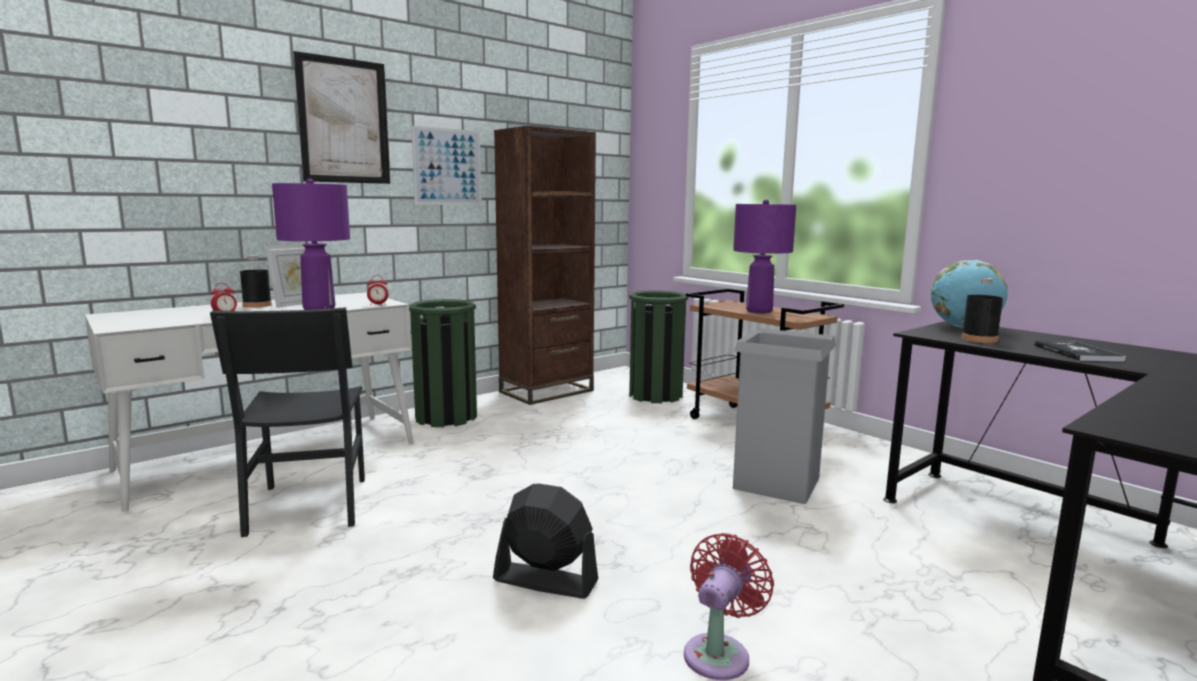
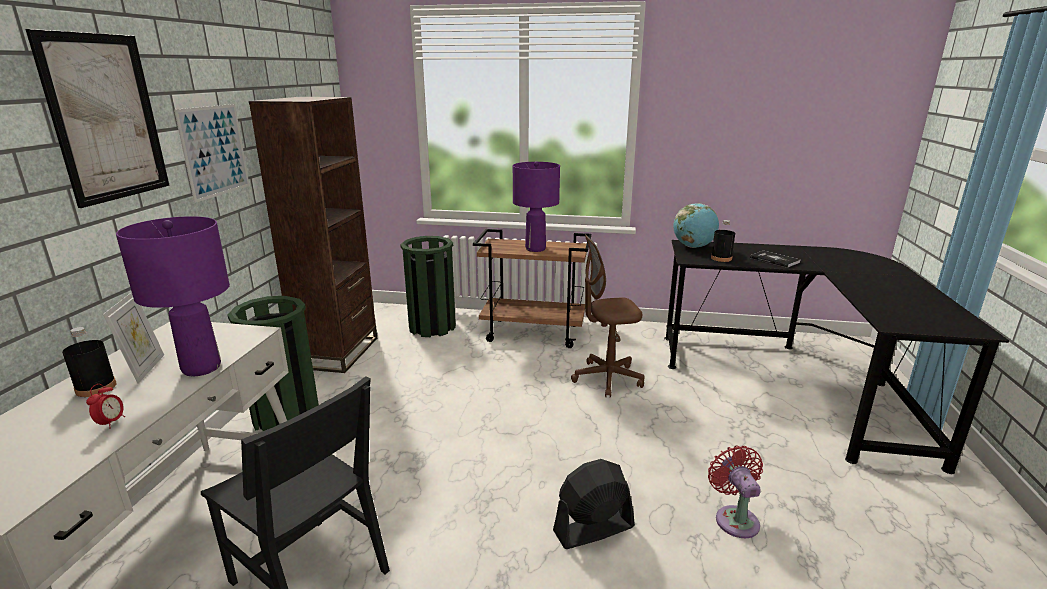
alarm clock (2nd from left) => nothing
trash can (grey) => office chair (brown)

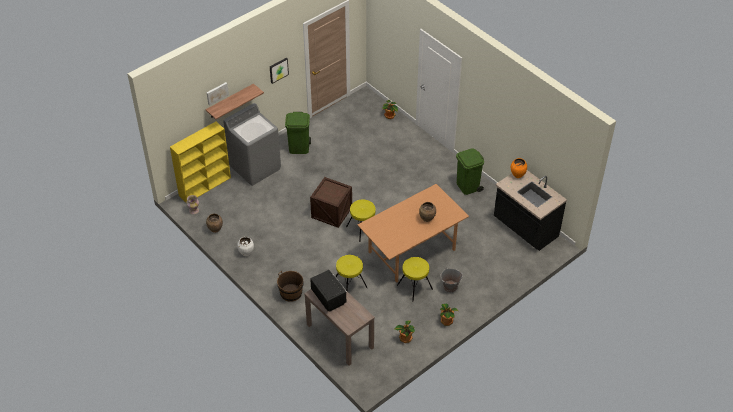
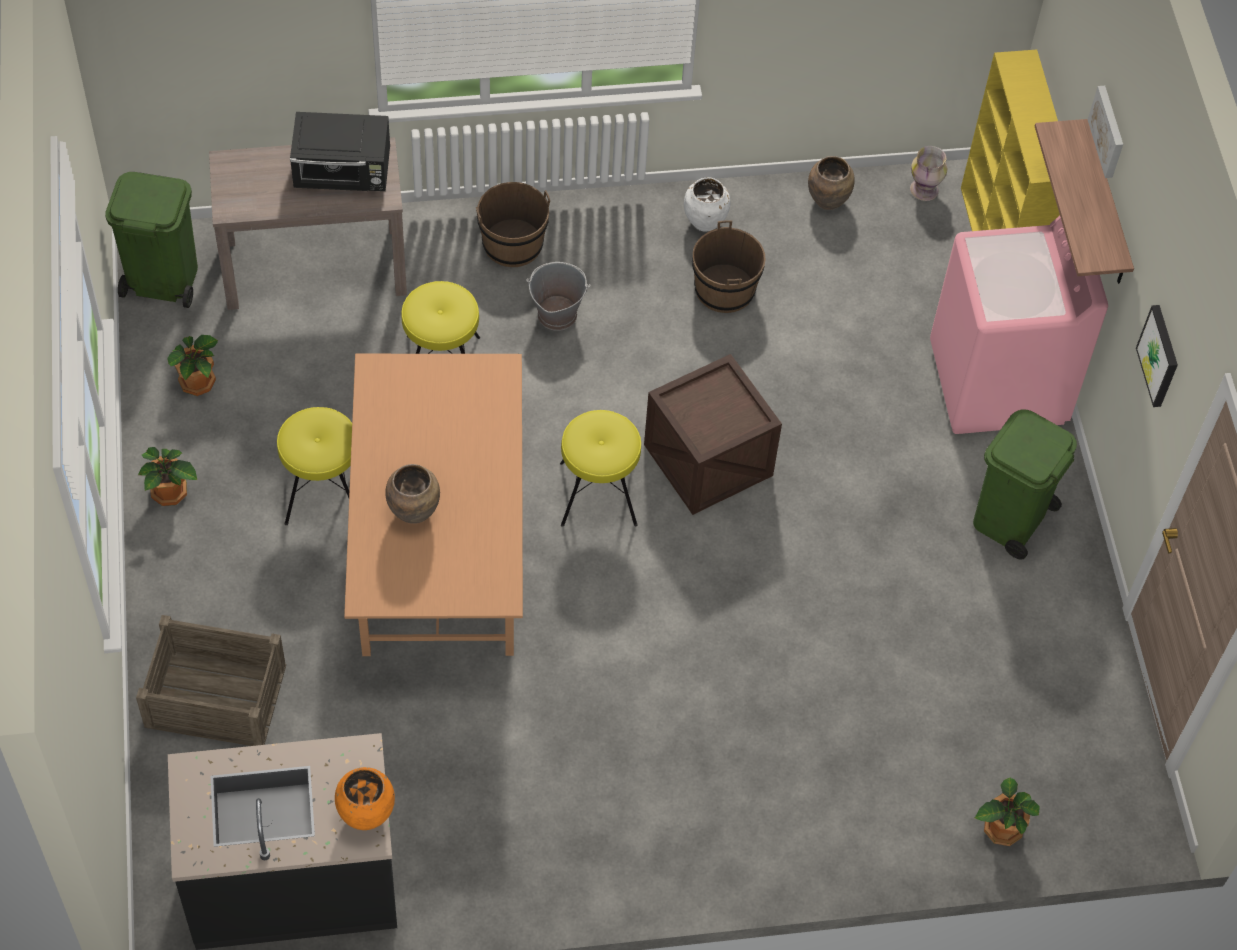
washing machine (grey) => washing machine (pink)
trash can (green) (2nd from left in the first image) => trash can (green) (1st from left), moved
bucket (grey), moved
nothing => bucket (brown) (2nd from left)
nothing => crate (1st from left)

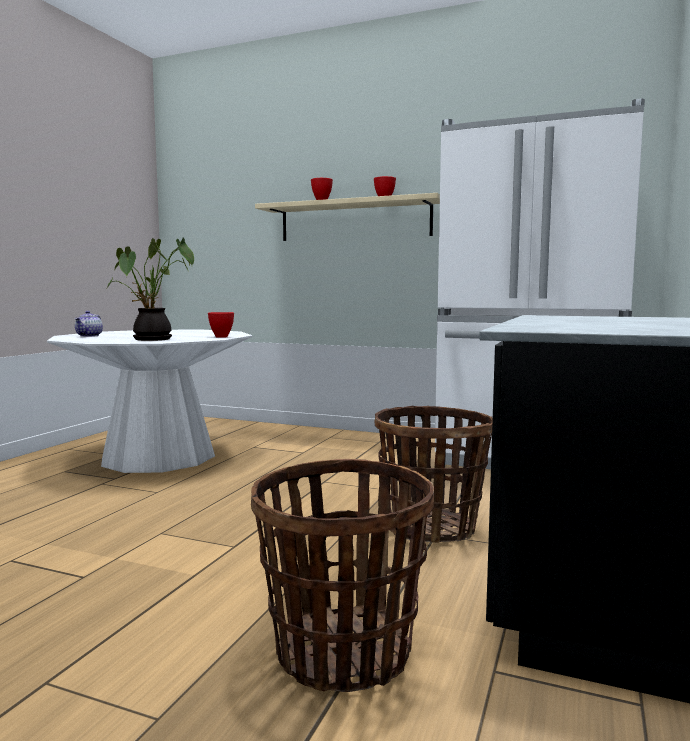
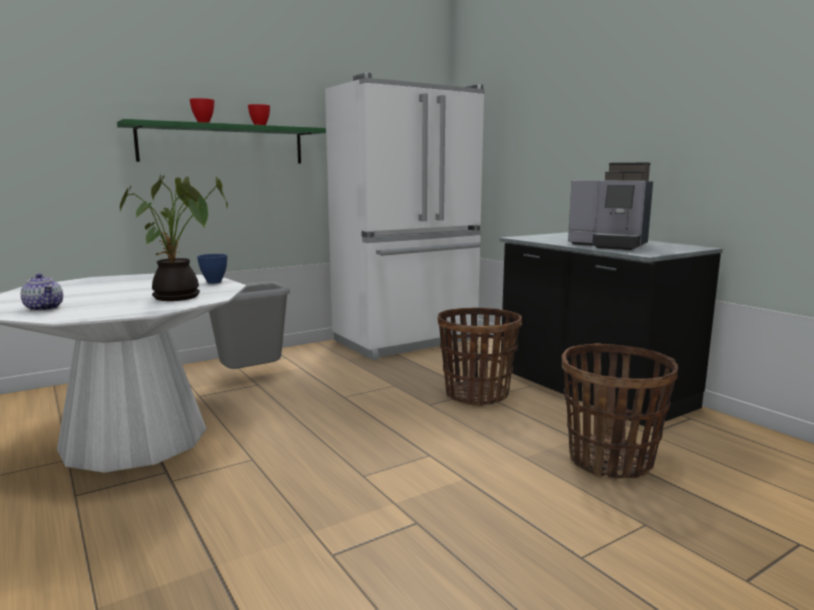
shelf (beige) => shelf (green)
bowl (red) (1st from left) => bowl (blue)
nothing => coffee machine
nothing => trash can (grey)

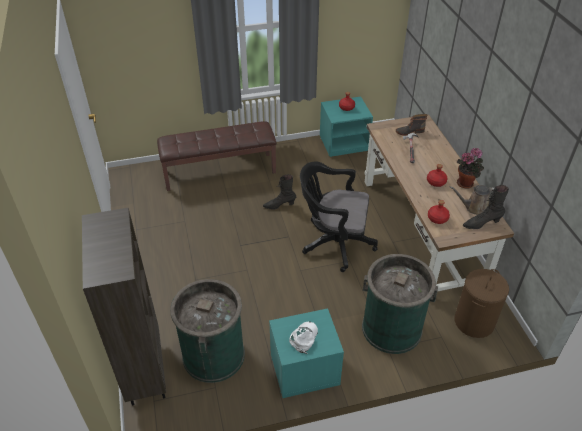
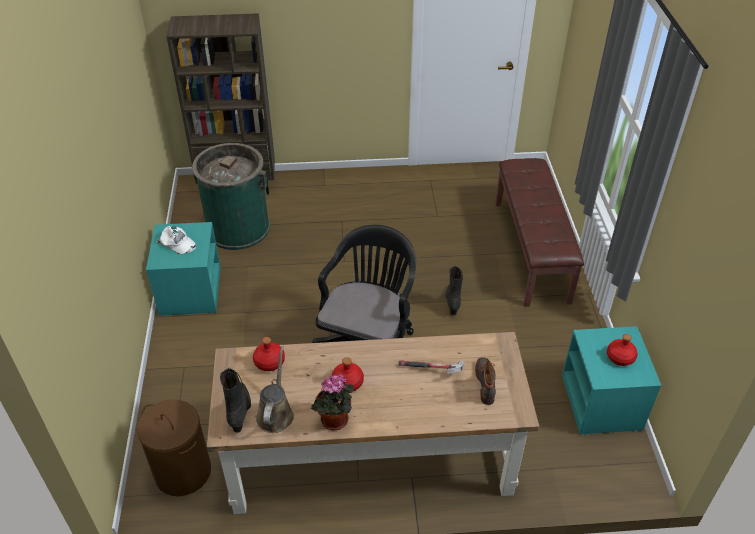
trash can (green) (2nd from left) => nothing

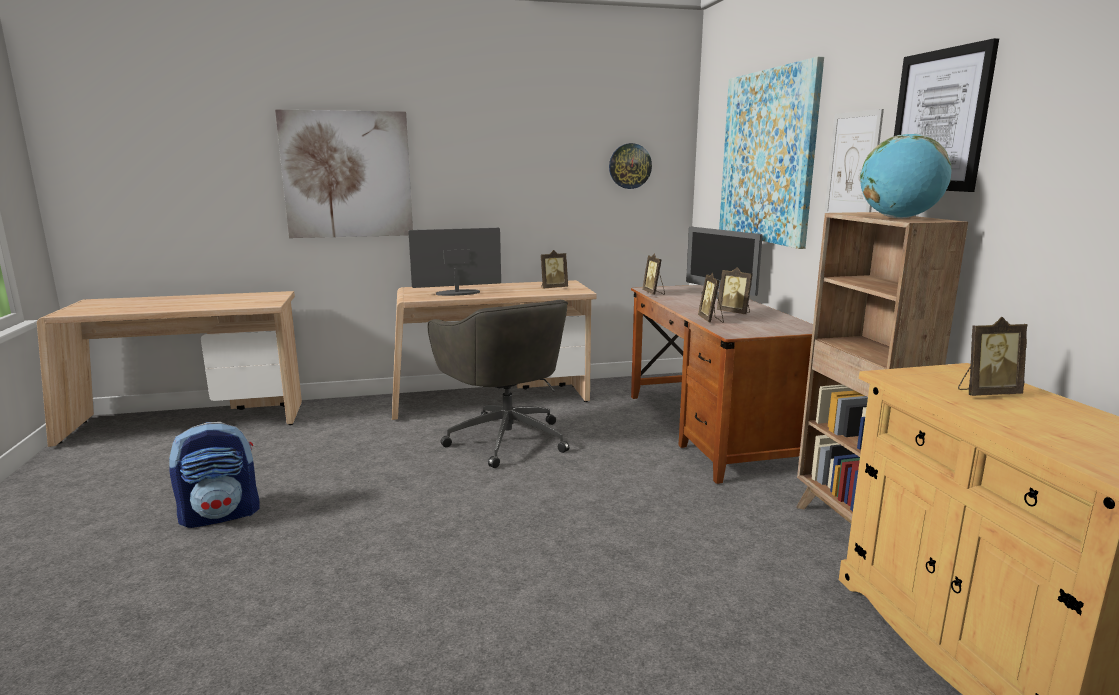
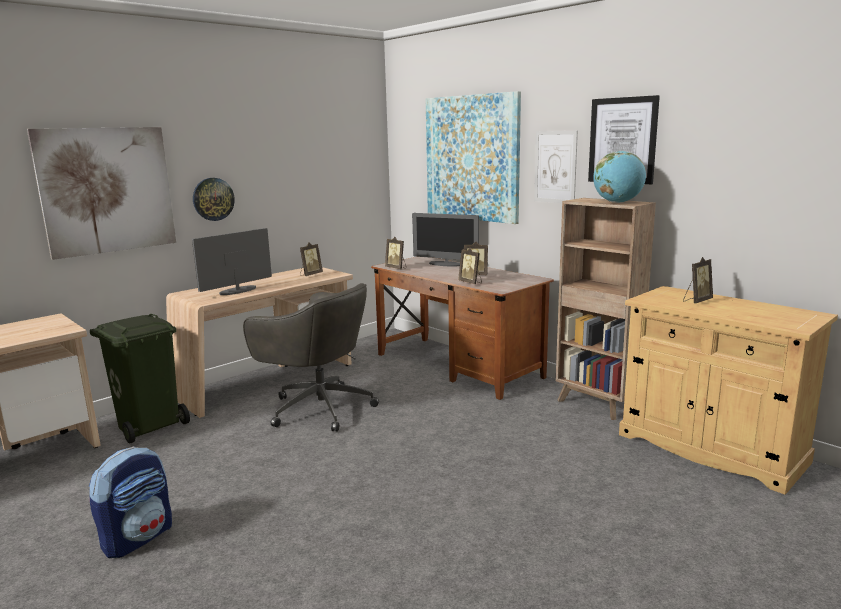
wall clock, moved
nothing => trash can (green)

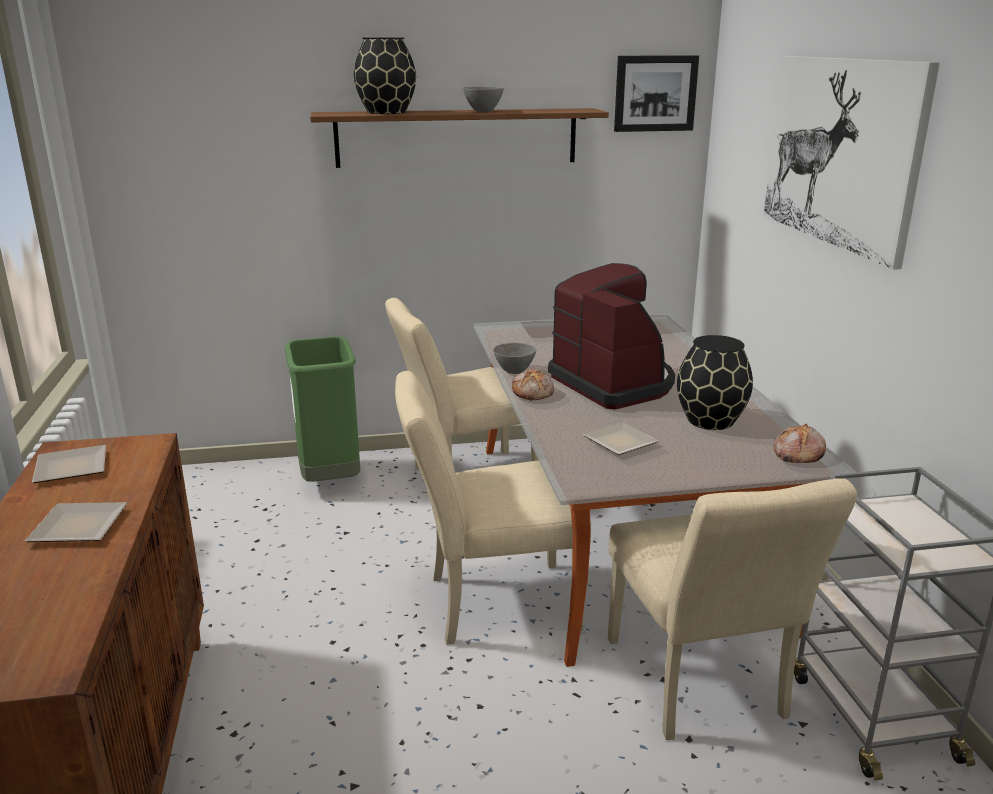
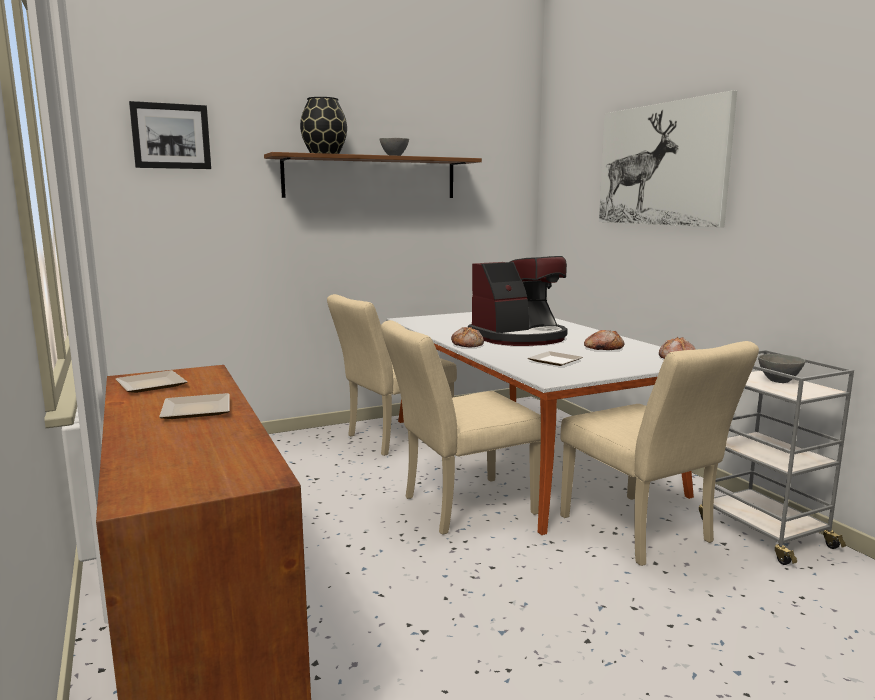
picture (1st from left), moved
coffee machine, 105 degrees clockwise
vase (black) (2nd from left) => bread (2nd from left)
trash can (green) => nothing
bowl (grey) (2nd from left), moved

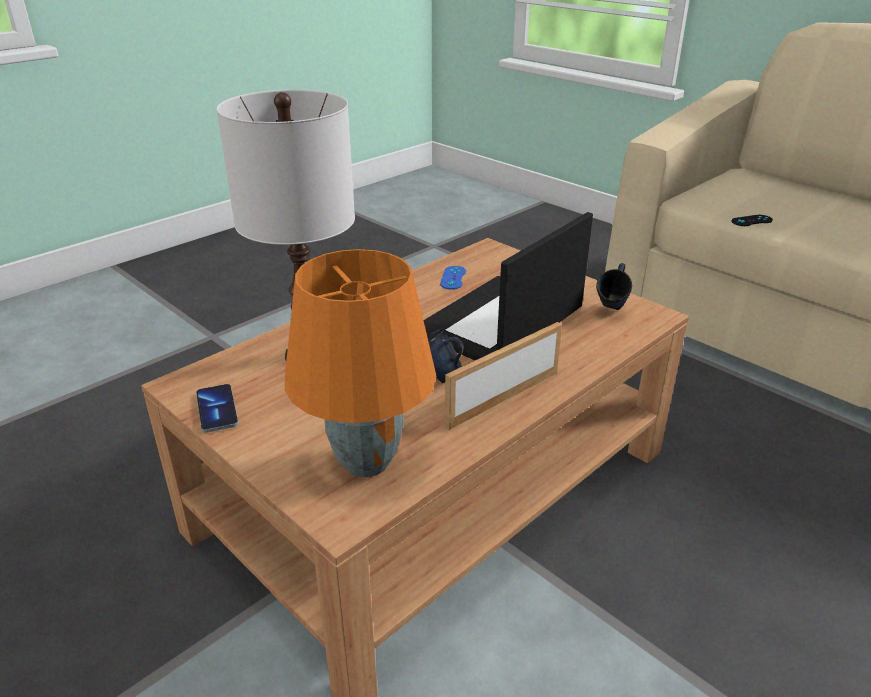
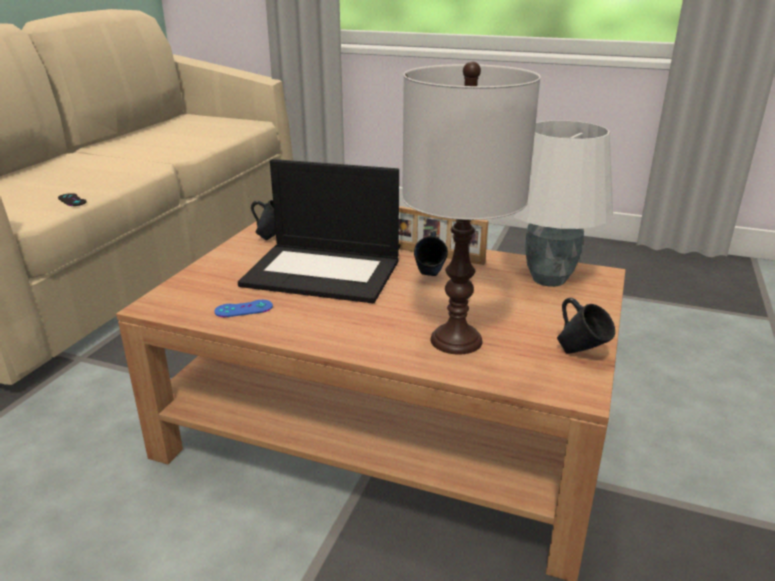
table lamp (orange) => table lamp (white) (2nd from left)
phone => mug (blue) (3rd from left)

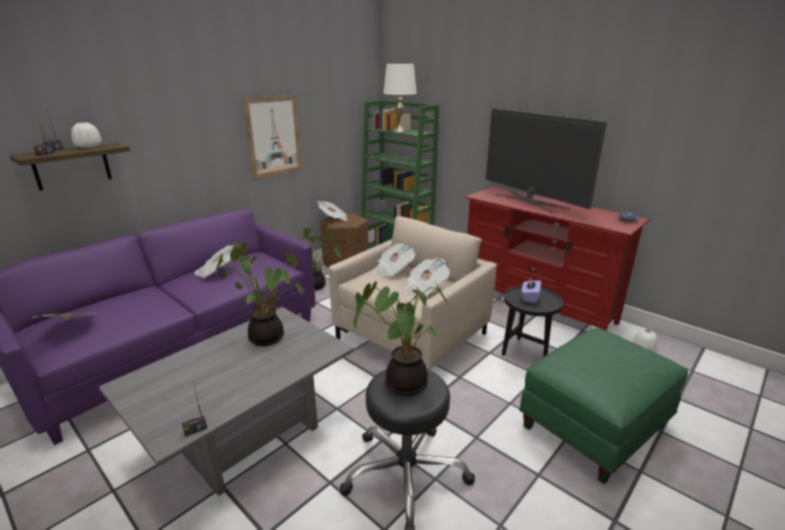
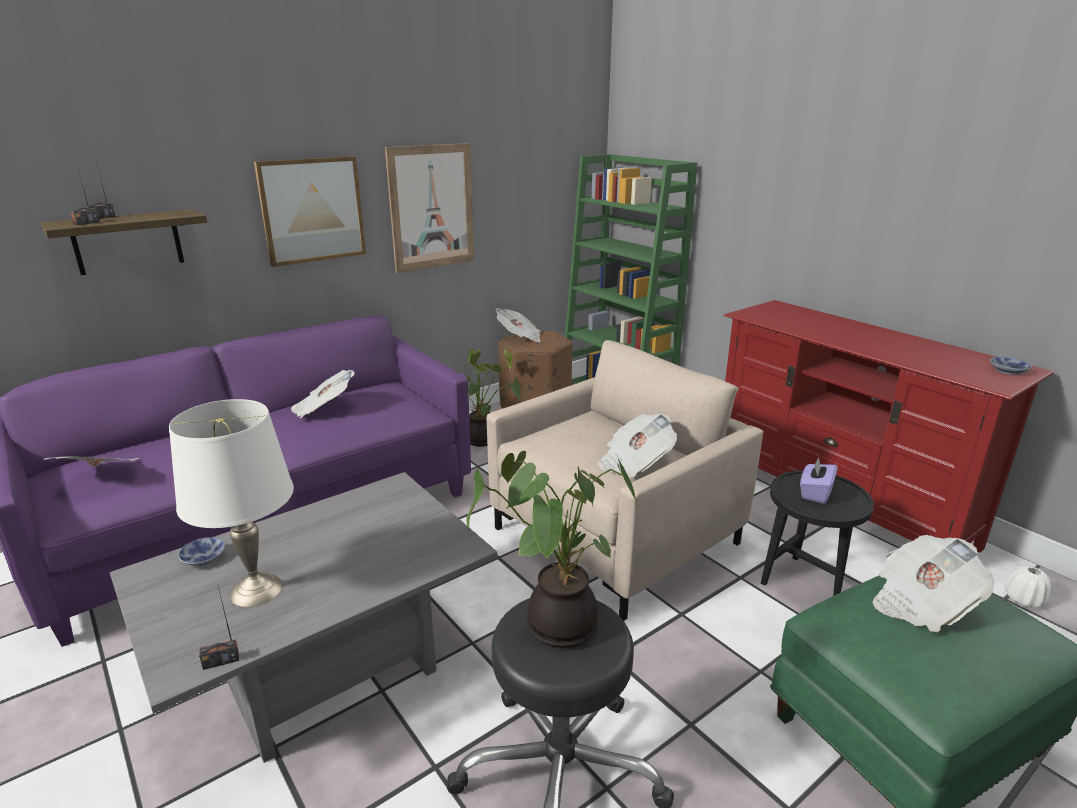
table lamp (white), moved
television => nothing
vase (white) (1st from left) => nothing
potted plant (1st from left) => nothing
newspaper (4th from left in the first image) => newspaper (5th from left), moved
nothing => picture (1st from left)
nothing => bowl (1st from left)

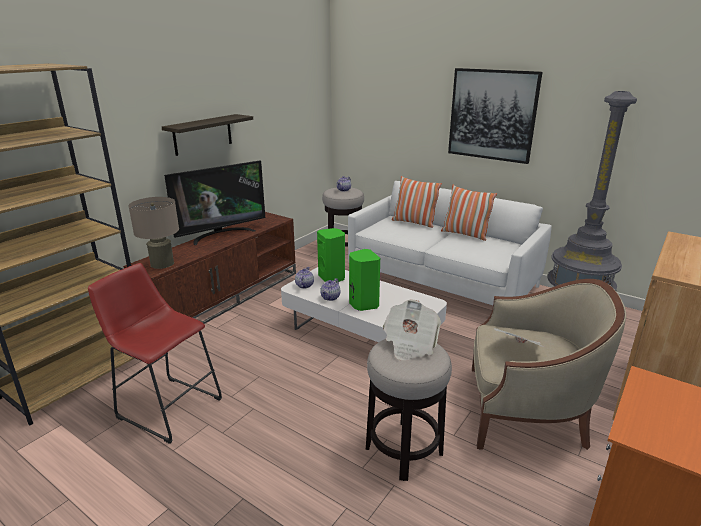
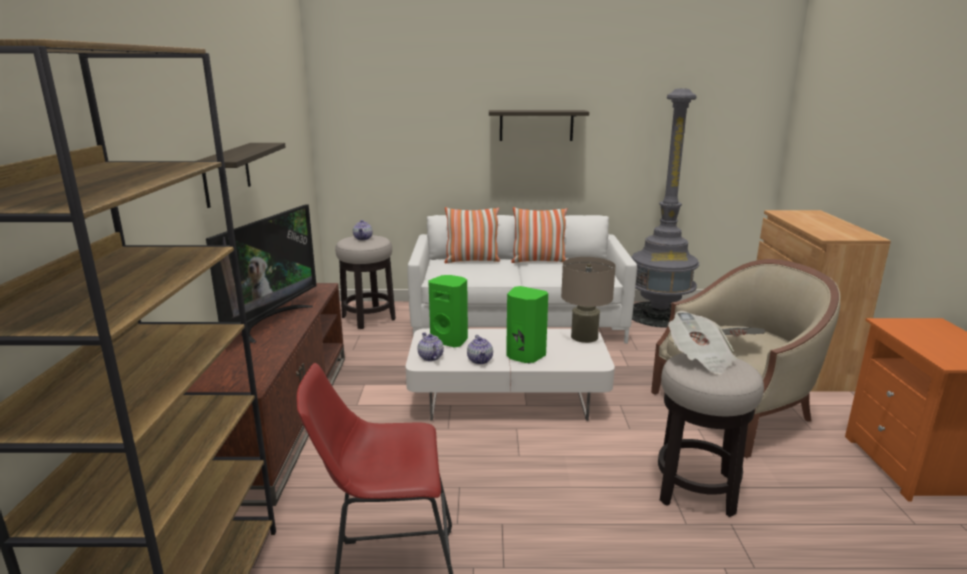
picture => shelf (2nd from left)
table lamp (beige), moved

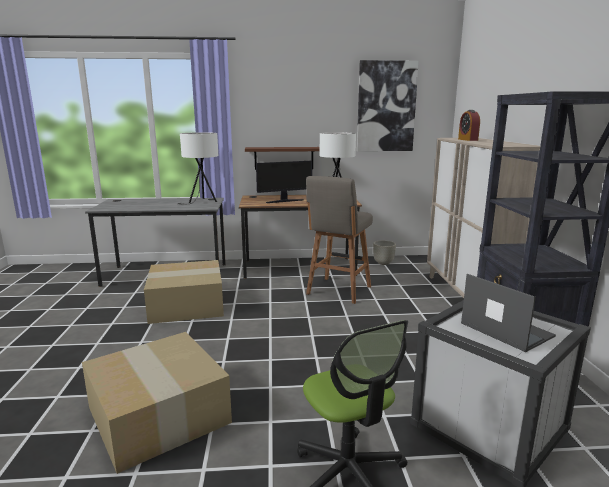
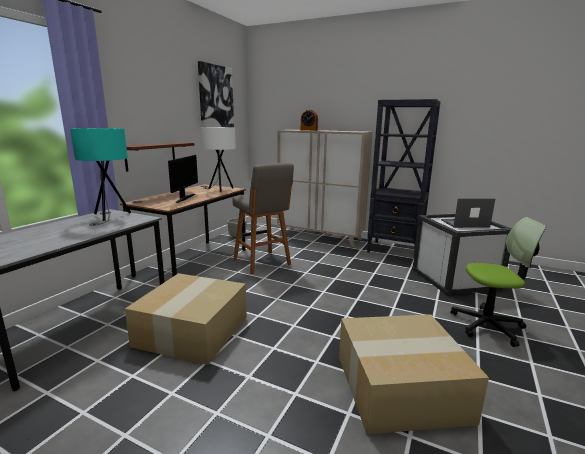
table lamp (white) (1st from left) => table lamp (turquoise)

